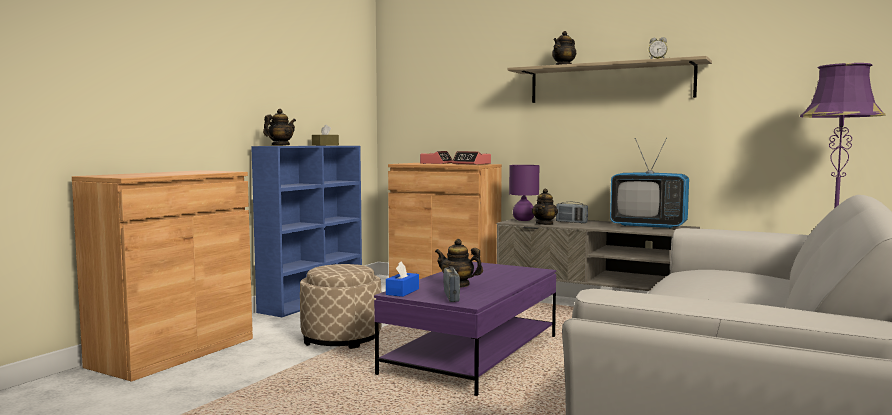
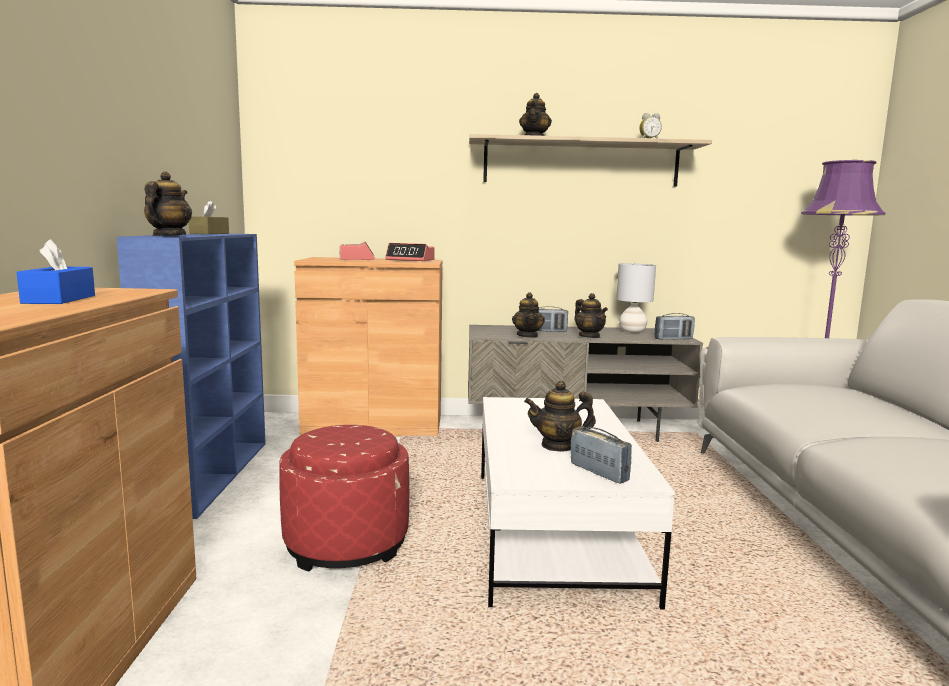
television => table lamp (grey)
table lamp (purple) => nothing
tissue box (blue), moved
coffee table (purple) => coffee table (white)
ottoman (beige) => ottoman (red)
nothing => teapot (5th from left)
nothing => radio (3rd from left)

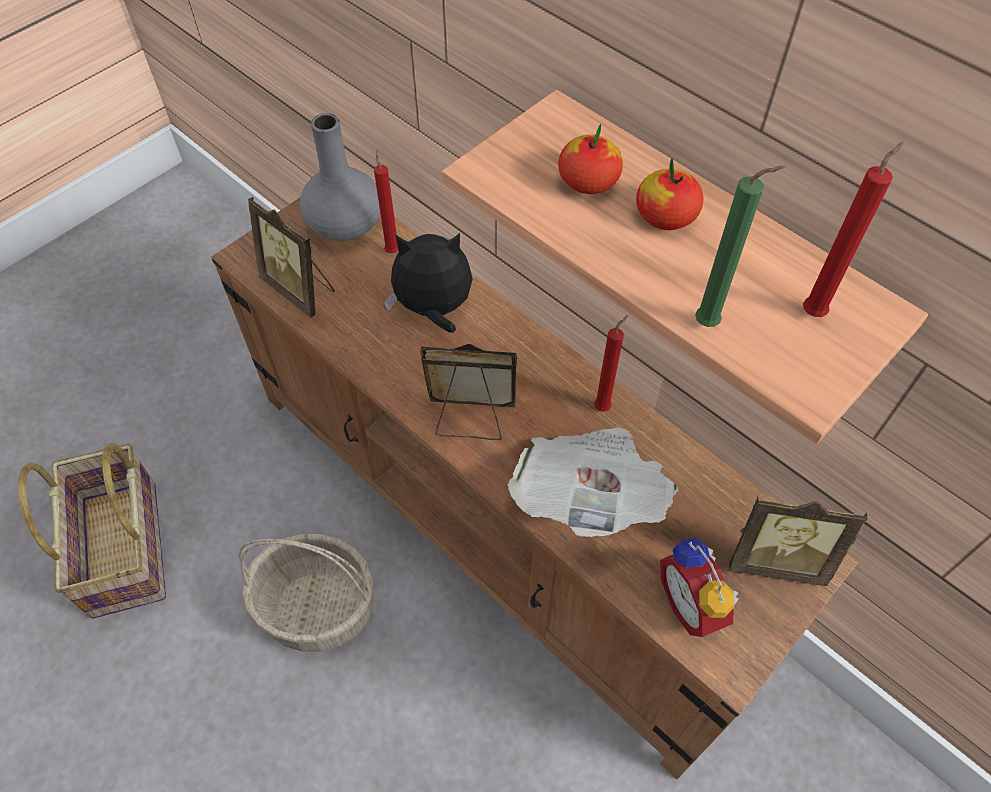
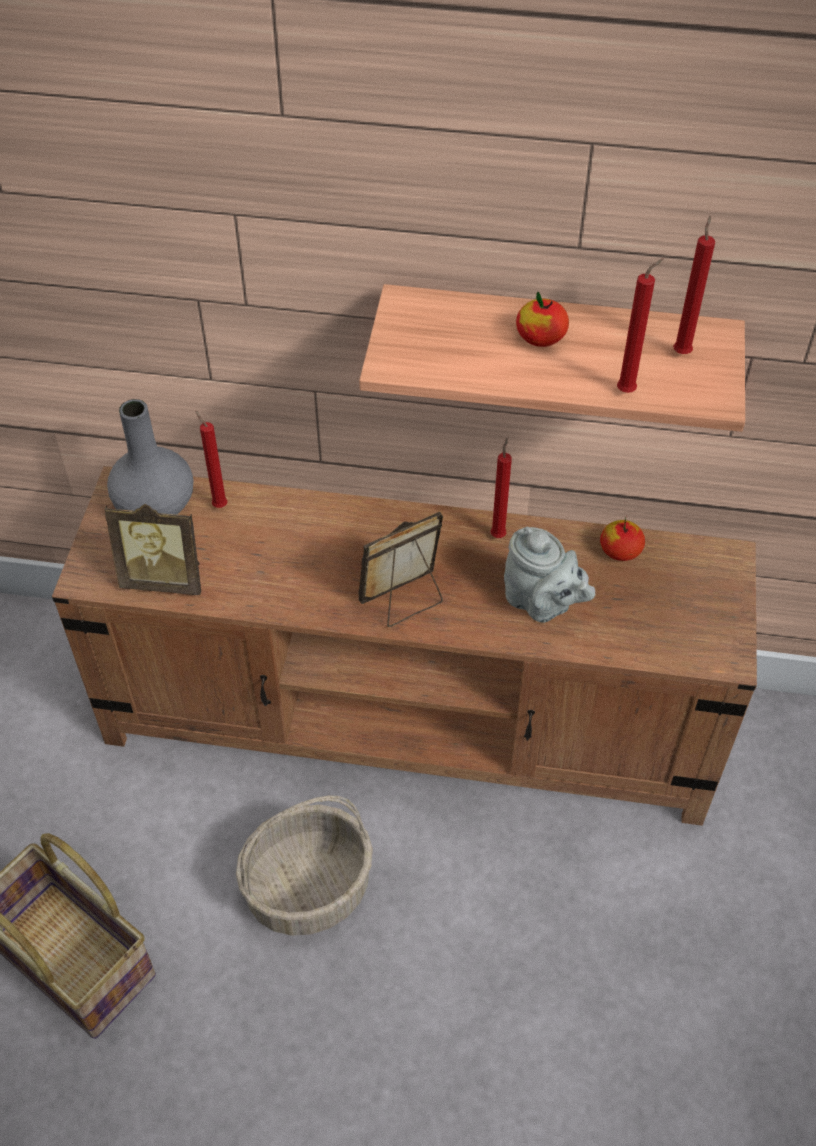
apple (1st from left in the first image) => apple (2nd from left), moved
candle (green) => candle (red) (3rd from left)
plush toy => nothing
newspaper => teapot (grey)
picture frame (3rd from left) => nothing
alarm clock => nothing

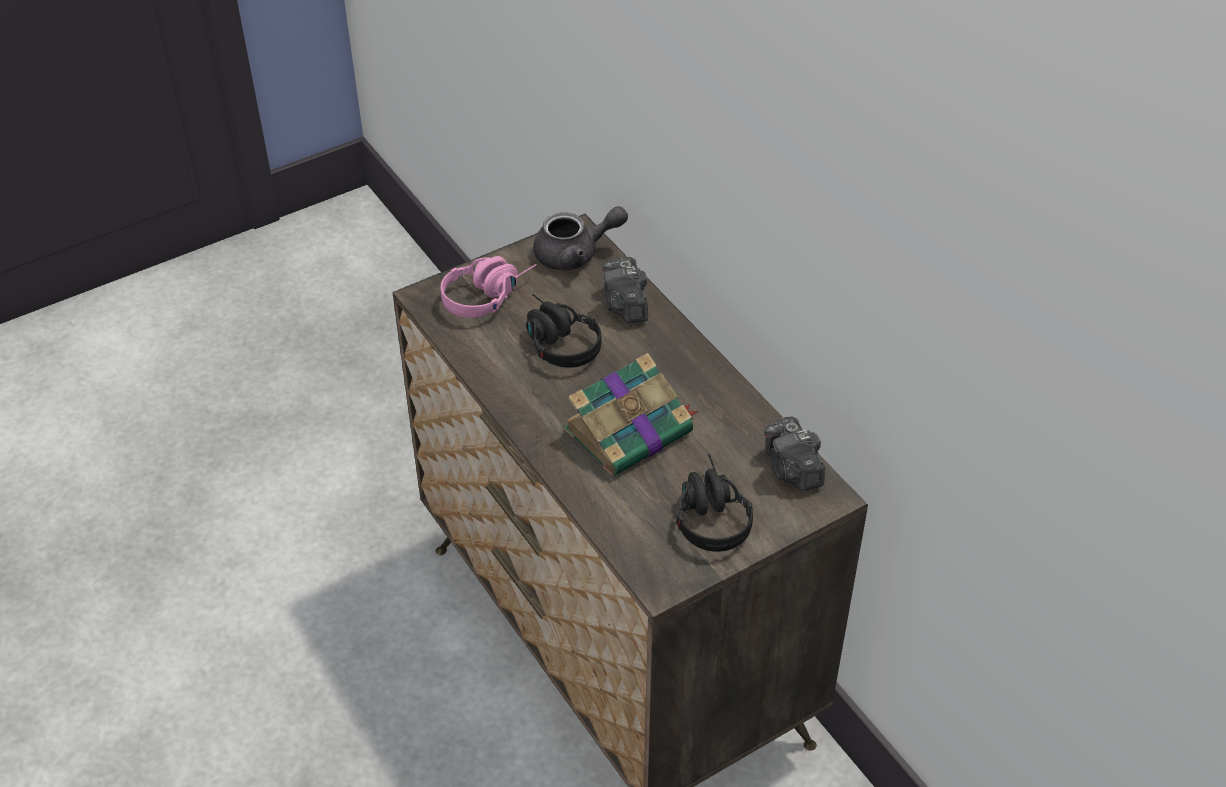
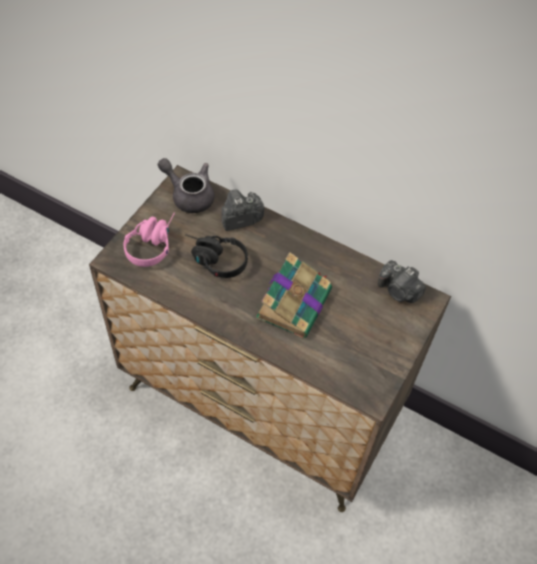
teapot (grey), 105 degrees counterclockwise
photo camera (1st from left), 105 degrees clockwise
headphones (black) (2nd from left) => nothing

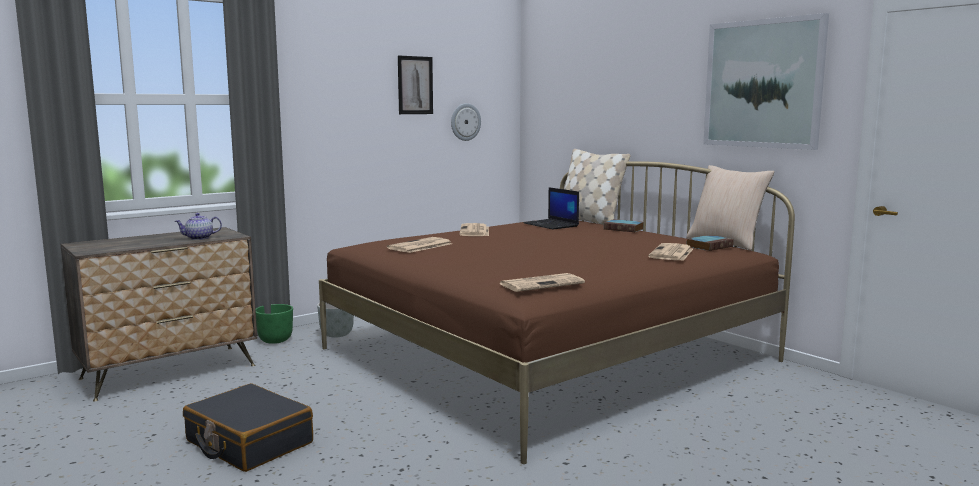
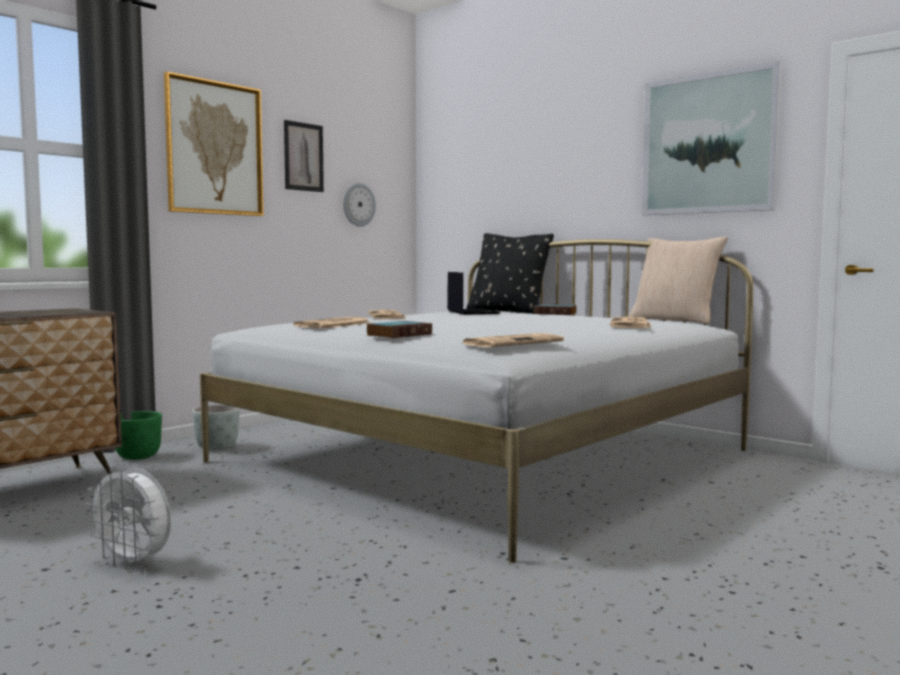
pillow (beige) (1st from left) => pillow (black)
bed (brown) => bed (white)
laptop, 150 degrees counterclockwise
teapot => nothing
book (2nd from left in the first image) => book (1st from left), moved
suitcase (black) => fan (white)
nothing => picture (1st from left)

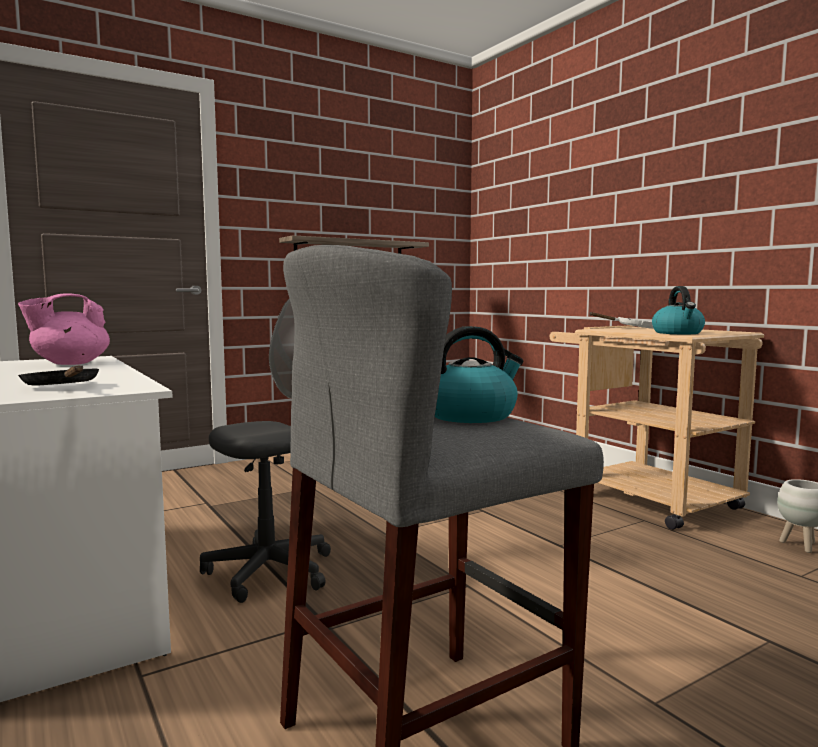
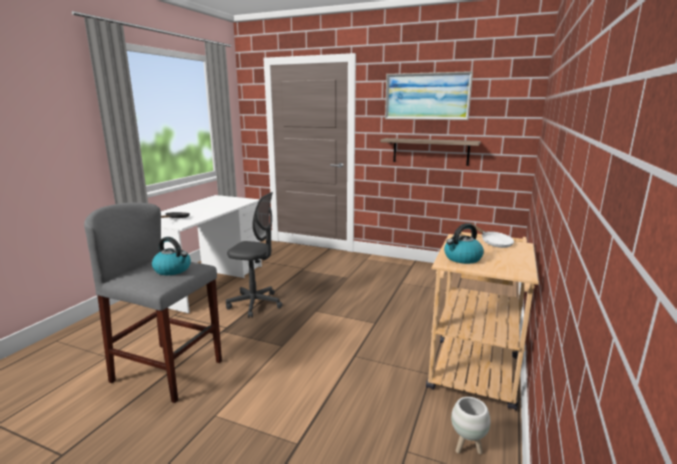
teapot (pink) => nothing
nothing => picture

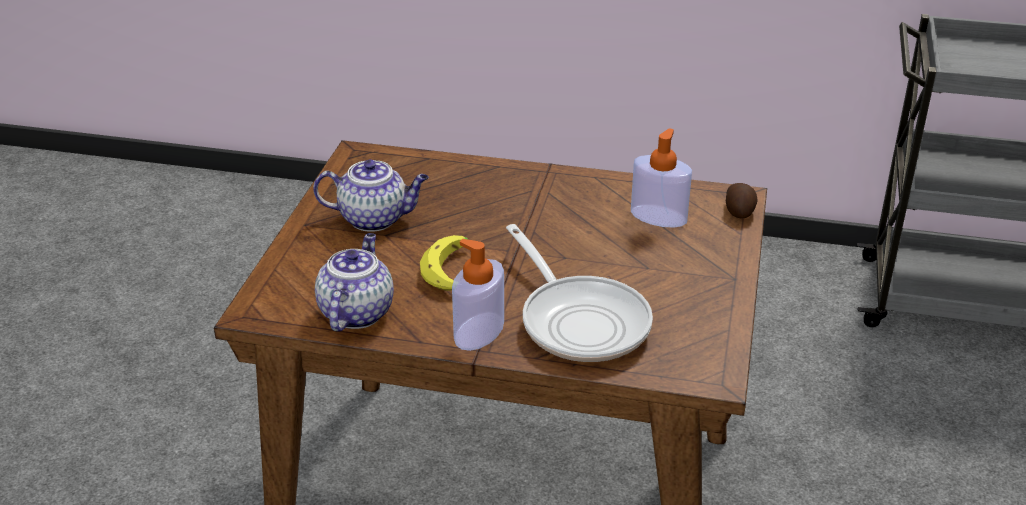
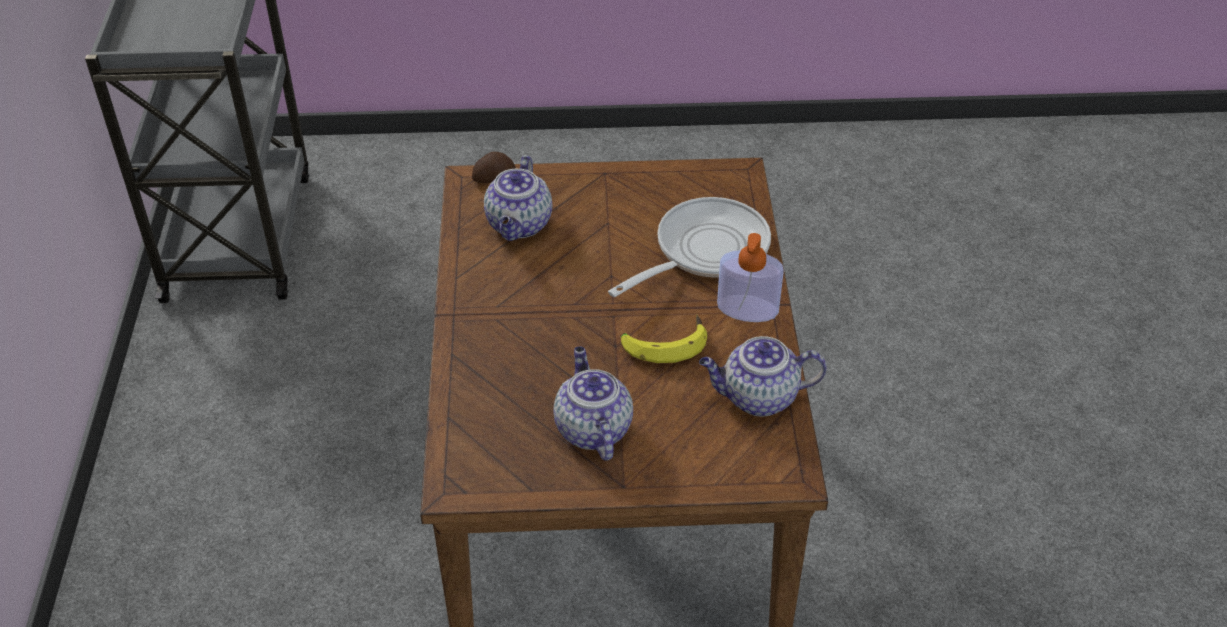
soap dispenser (2nd from left) => teapot (1st from left)

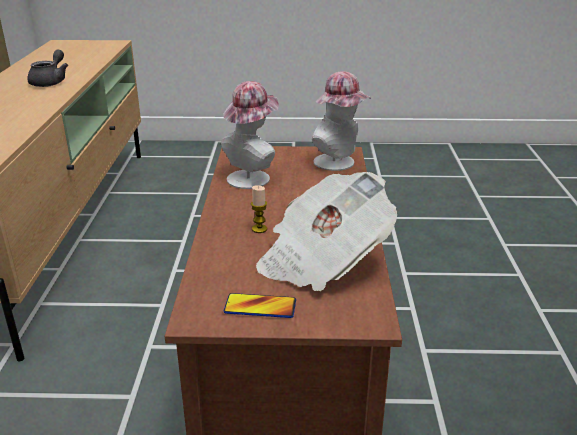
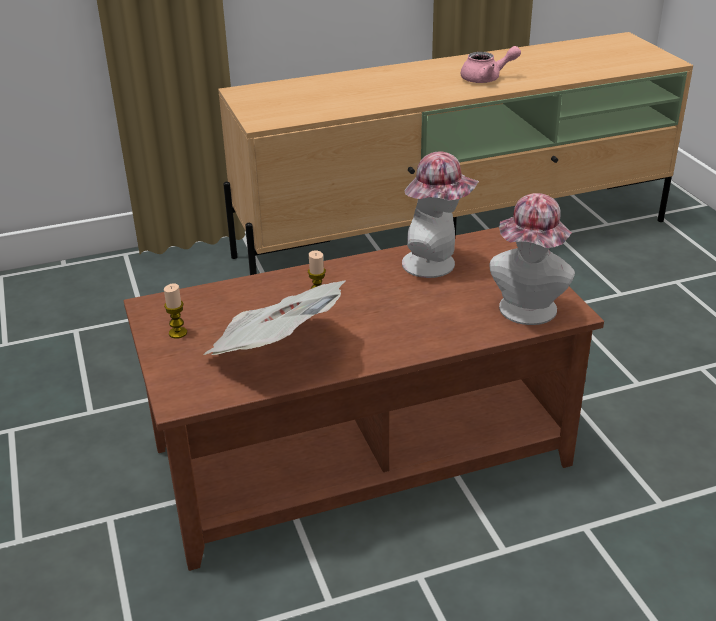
teapot (grey) => teapot (pink)
phone => candle (1st from left)

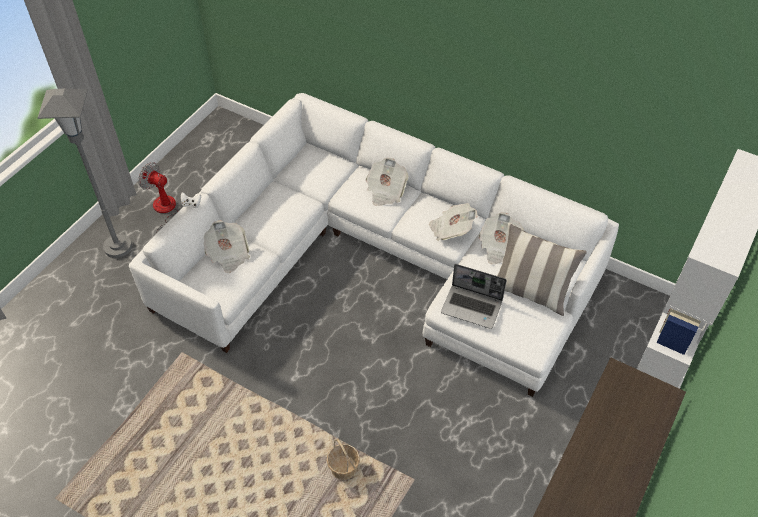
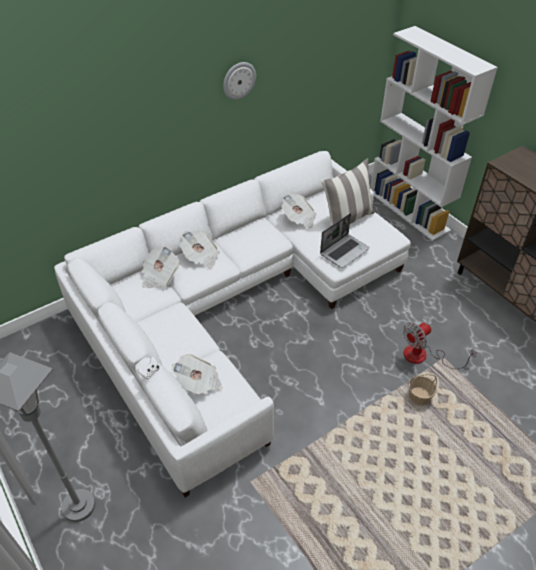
fan, moved
newspaper (3rd from left in the first image) => newspaper (1st from left), moved
nothing => wall clock

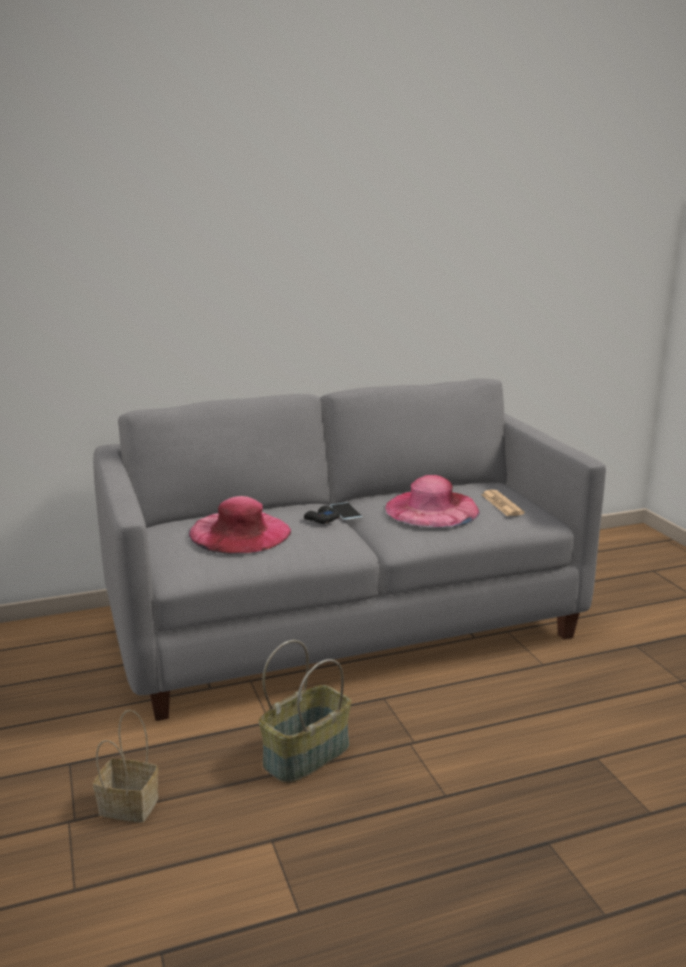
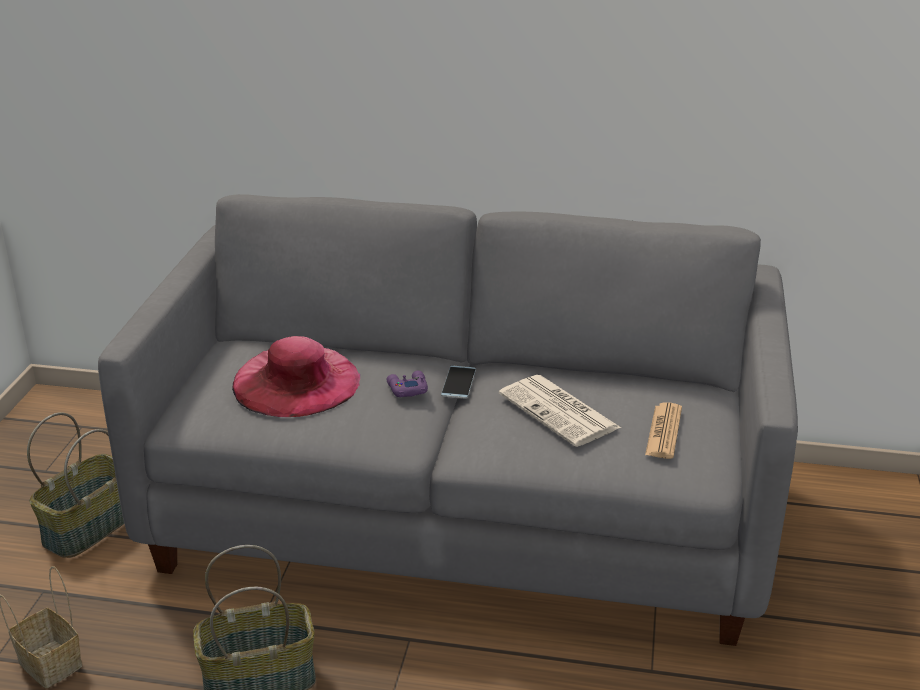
hat (pink) (2nd from left) => newspaper (1st from left)
game controller (black) => game controller (purple)
nothing => basket (2nd from left)

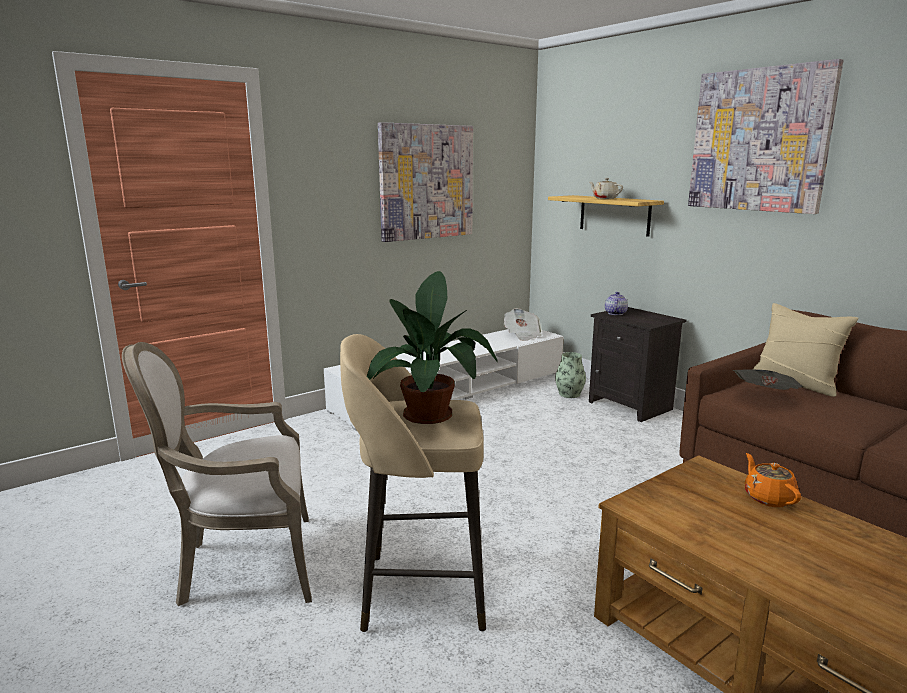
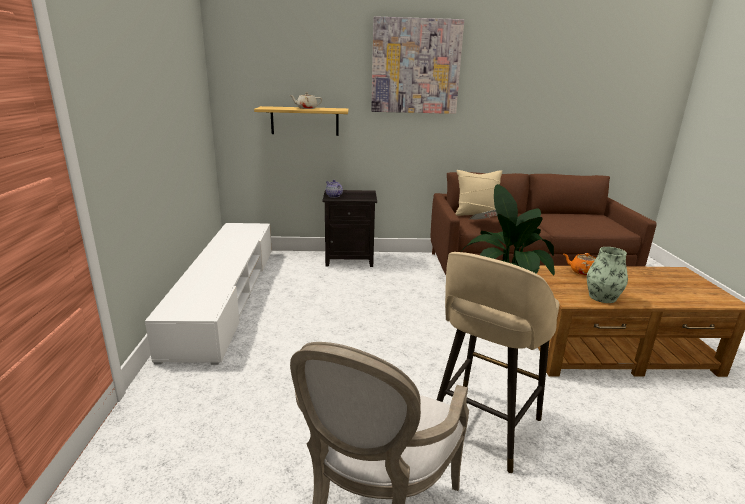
picture (1st from left) => nothing
newspaper (1st from left) => nothing
vase, moved

